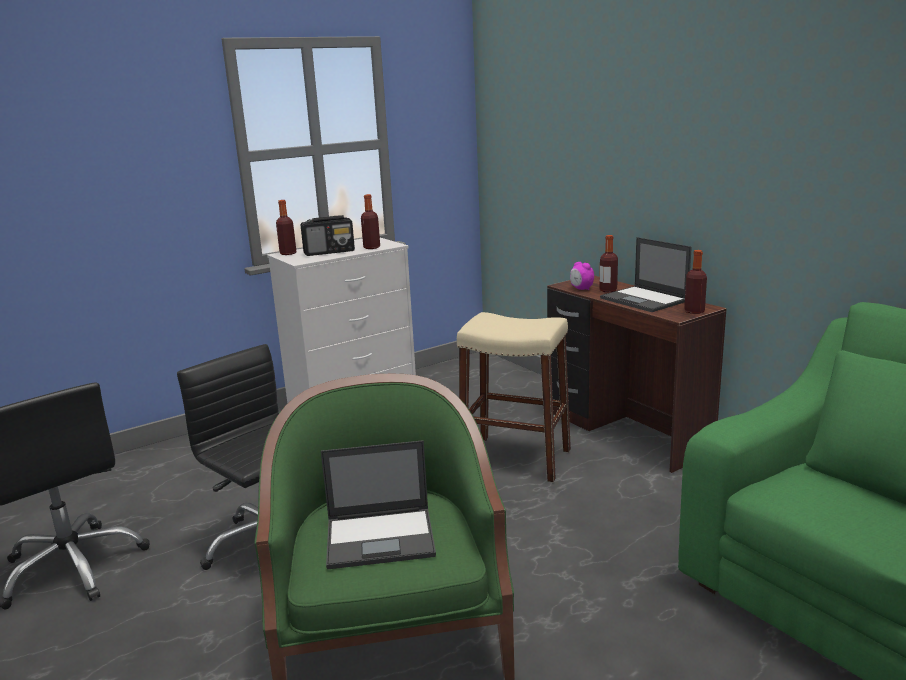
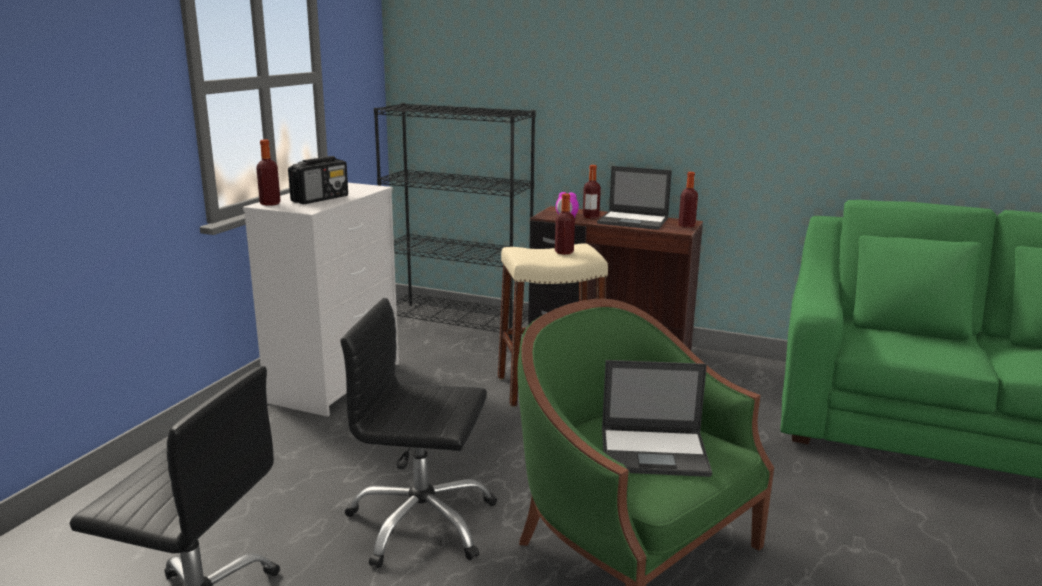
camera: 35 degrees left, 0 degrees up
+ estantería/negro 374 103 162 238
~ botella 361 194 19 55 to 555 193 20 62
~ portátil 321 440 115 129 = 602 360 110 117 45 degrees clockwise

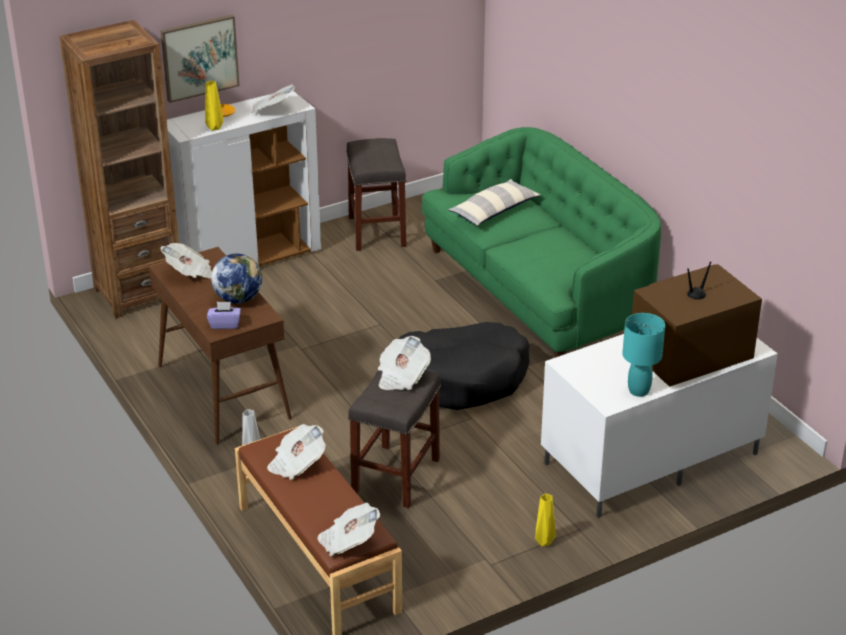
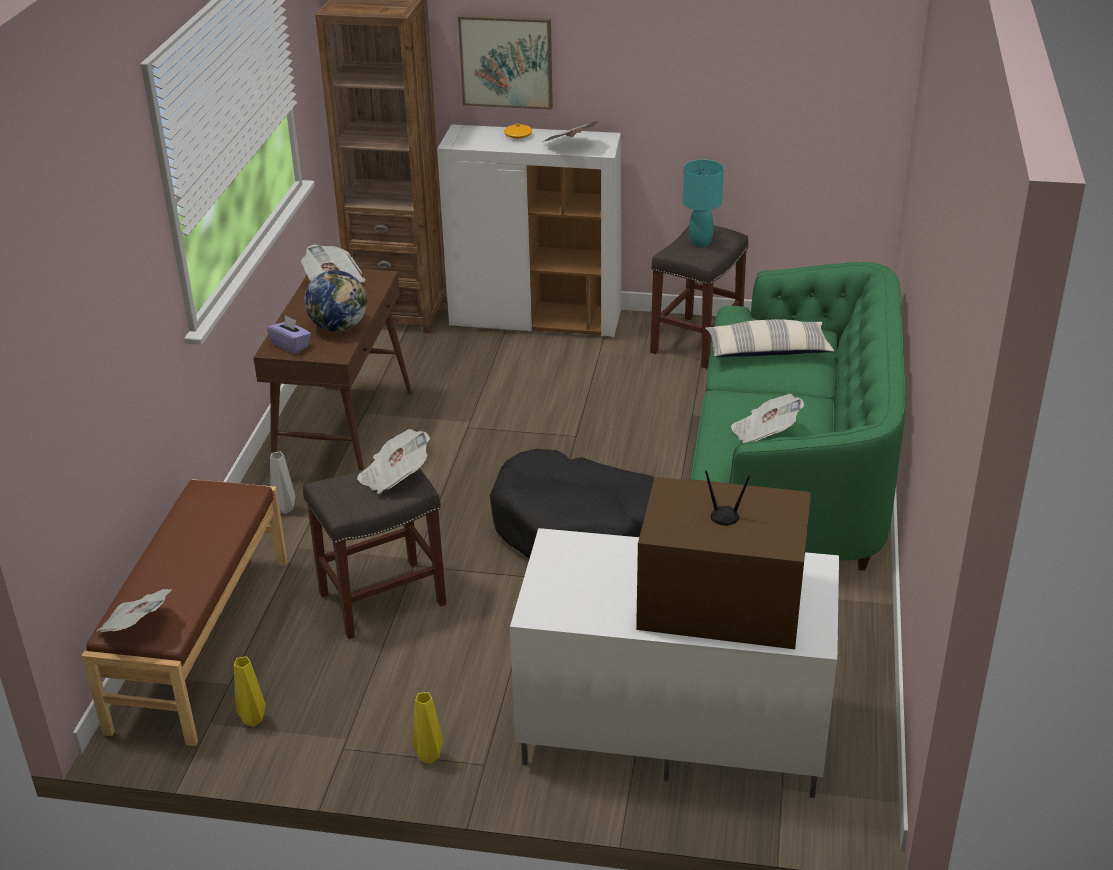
camera: 40 degrees right, 0 degrees up
~ florero/amarillo 205 81 19 50 to 234 657 32 70
~ lámpara de mesa/turquesa 622 313 43 84 to 683 159 41 88
~ periódico 267 424 59 56 to 731 394 73 49

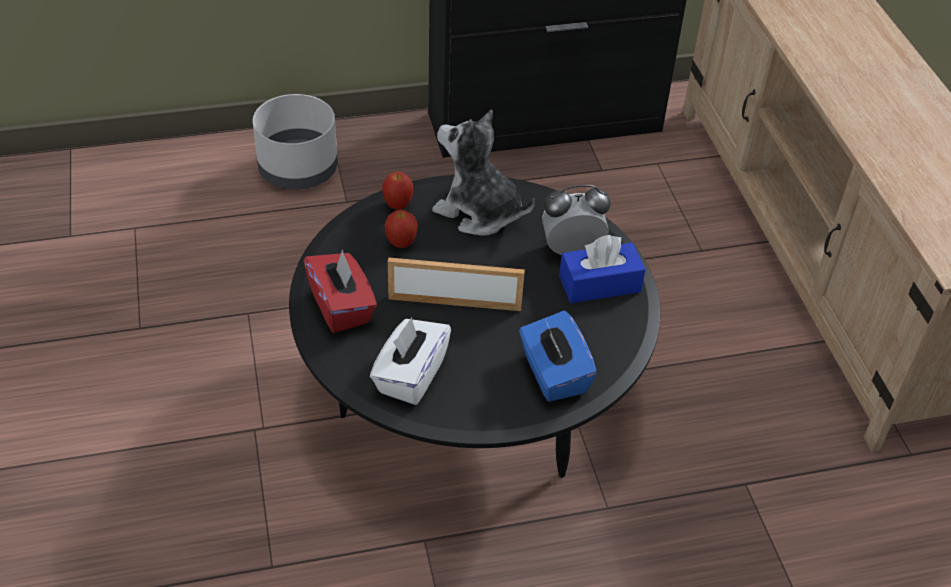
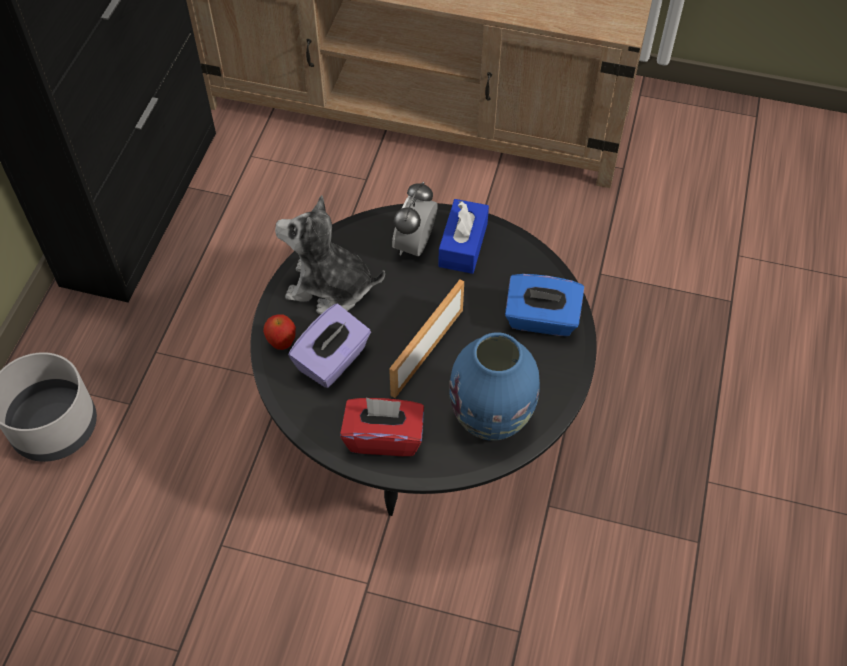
camera: 60 degrees left, 10 degrees up
~ peluche 432 110 103 126 = 275 195 110 119 45 degrees clockwise
~ manzana 384 209 34 39 to caja de pañuelos/morado 288 304 83 84
~ caja de pañuelos/blanco 370 317 81 88 to florero/azul 449 332 91 109

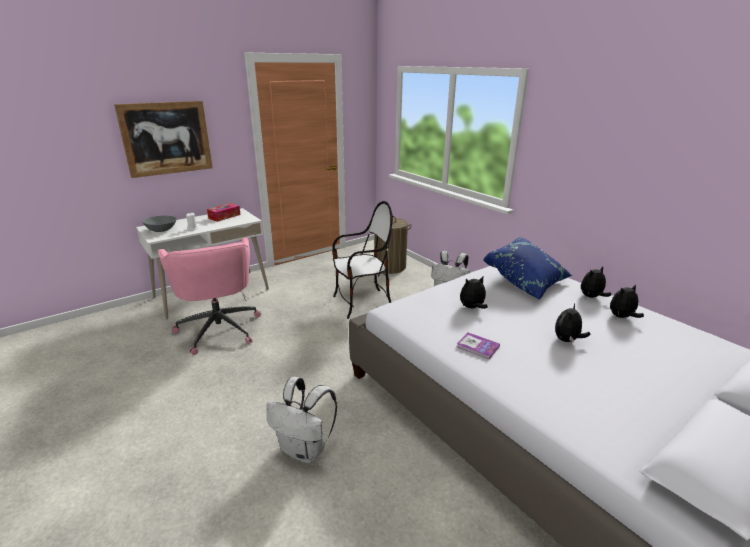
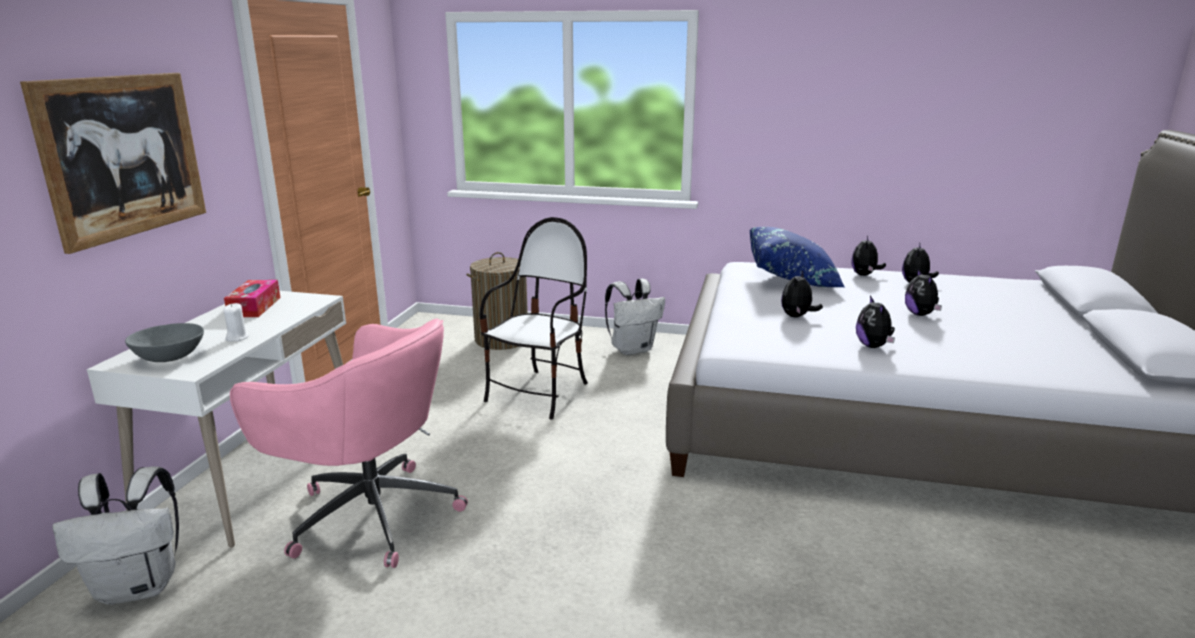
camera: 40 degrees left, 5 degrees down
~ mochila/blanco 267 377 70 86 to 52 467 127 138
~ libro 457 333 43 27 to peluche 856 295 39 53

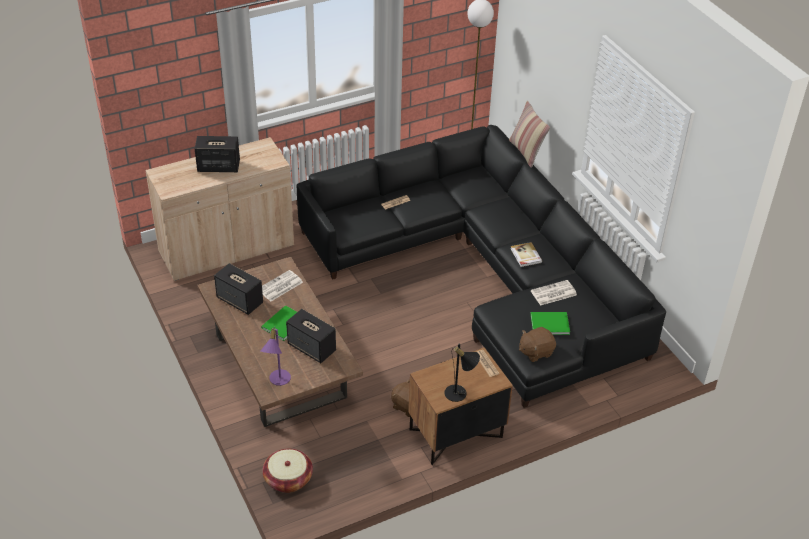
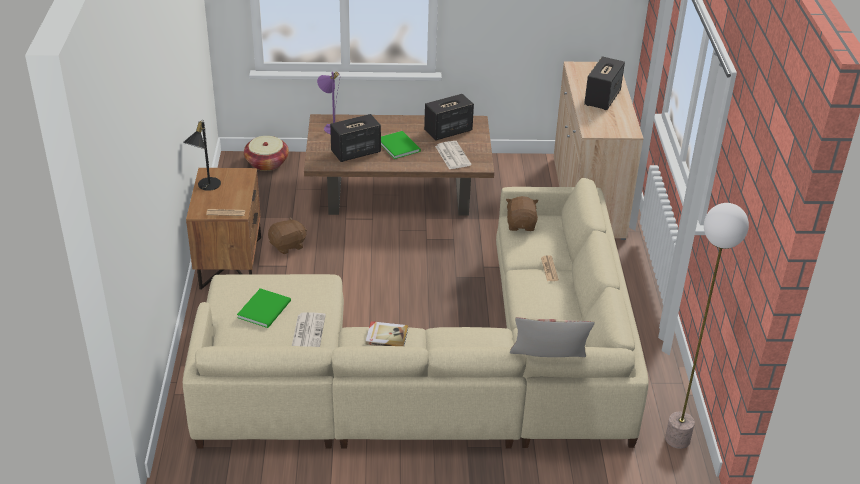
camera: 115 degrees right, 5 degrees down
~ sofá/negro 296 125 370 283 to sofá/beis 183 178 466 271
~ peluche/marrón 519 327 37 35 to 506 196 33 35

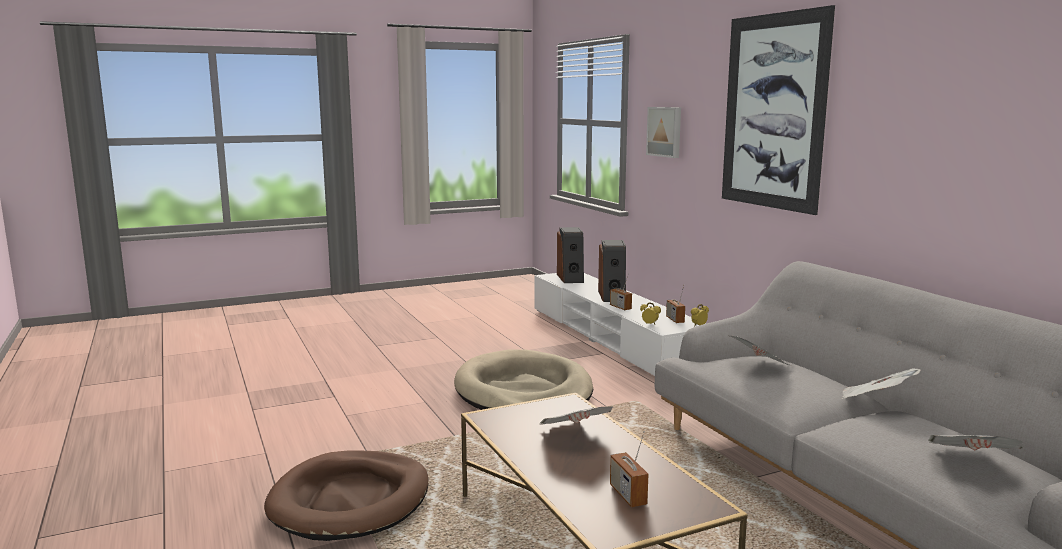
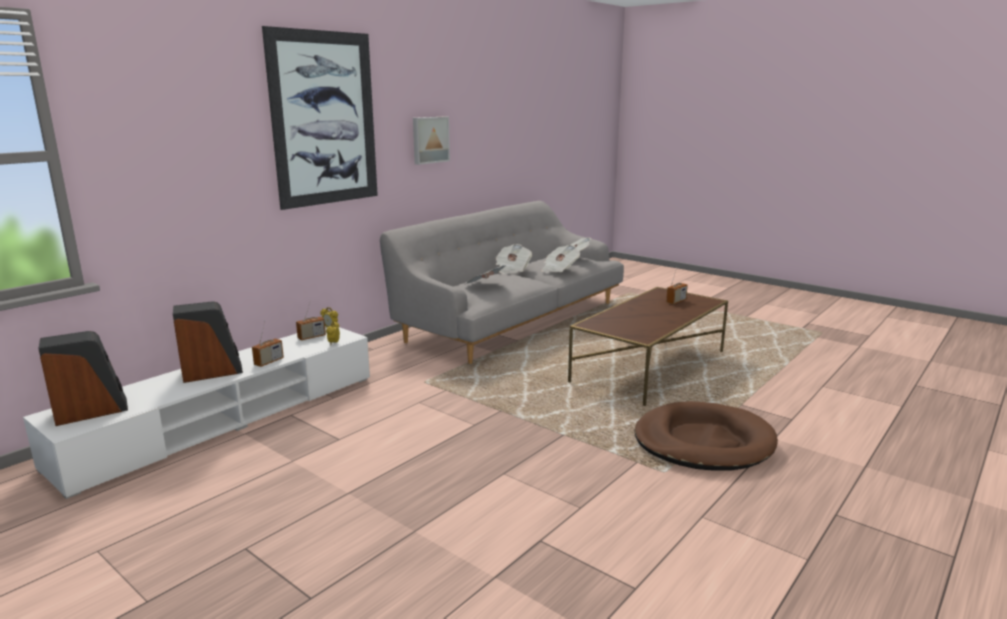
camera: 115 degrees left, 5 degrees up
~ cuadro 646 107 35 51 to 413 116 37 49
~ periódico 539 407 74 17 to 541 245 39 28
- cama para perro/beis 454 349 139 61

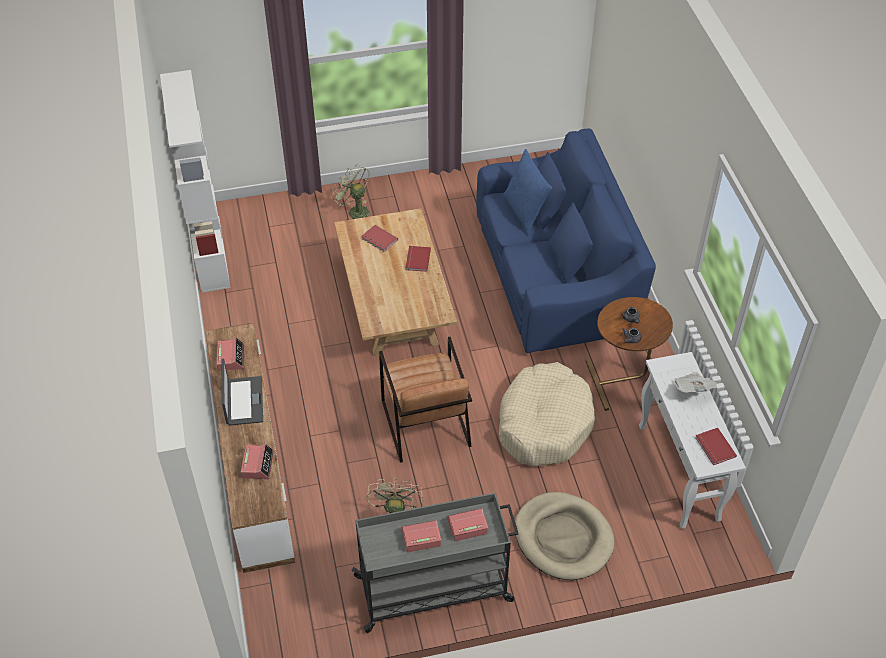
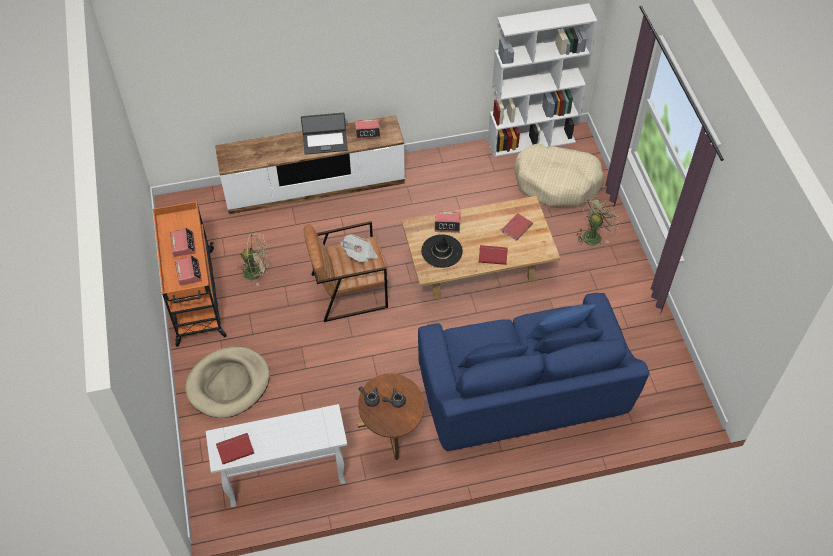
camera: 90 degrees right, 5 degrees up
~ carrito/gris 351 493 168 140 to carrito/naranja 153 201 74 146
~ periódico 674 372 43 22 to 341 234 37 28
+ sombrero/negro 421 234 42 34
~ despertador 241 444 33 35 to 434 211 27 22
~ cama para perro/beis 499 362 96 104 to 514 143 91 64

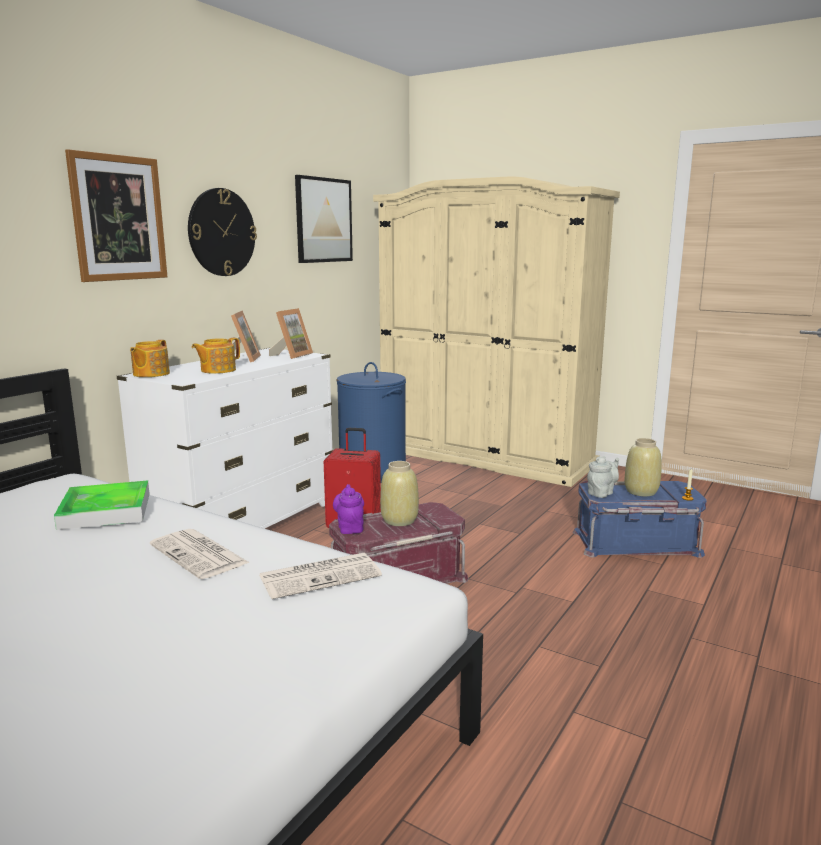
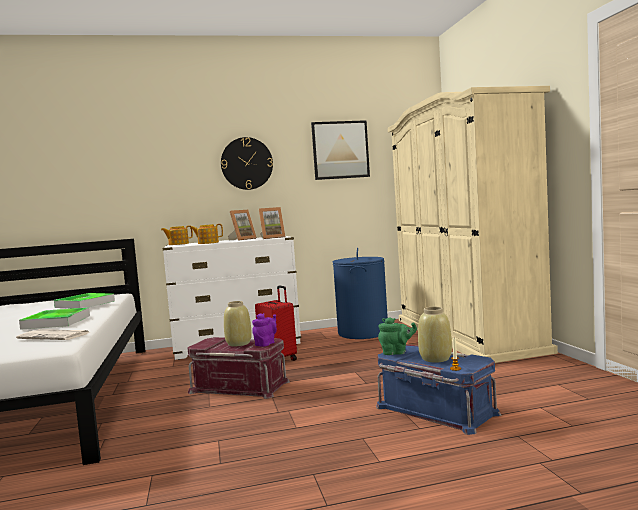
camera: 45 degrees right, 10 degrees down
~ periódico 150 529 100 50 to bandeja 19 307 71 23
~ tetera/morado 333 484 31 50 to 252 313 25 34
~ tetera/gris 587 456 32 42 to tetera/verde 378 317 39 38
- cuadro 65 149 102 133

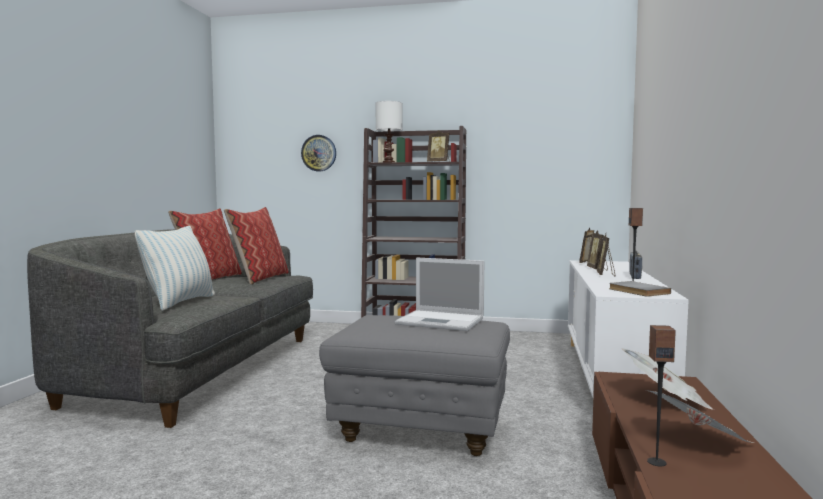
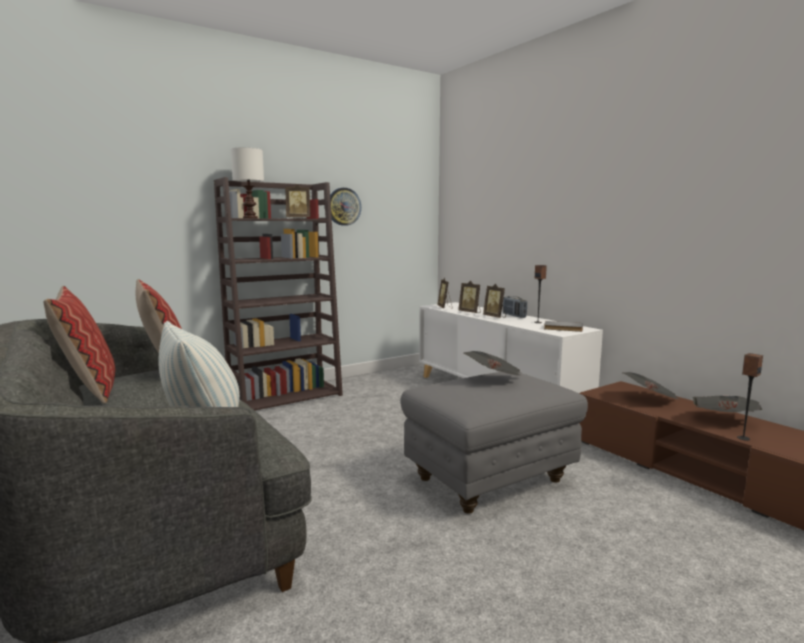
camera: 45 degrees left, 5 degrees up
~ reloj de pared 301 135 35 36 to 330 188 31 38
~ portátil 395 257 89 74 to periódico 463 351 58 24

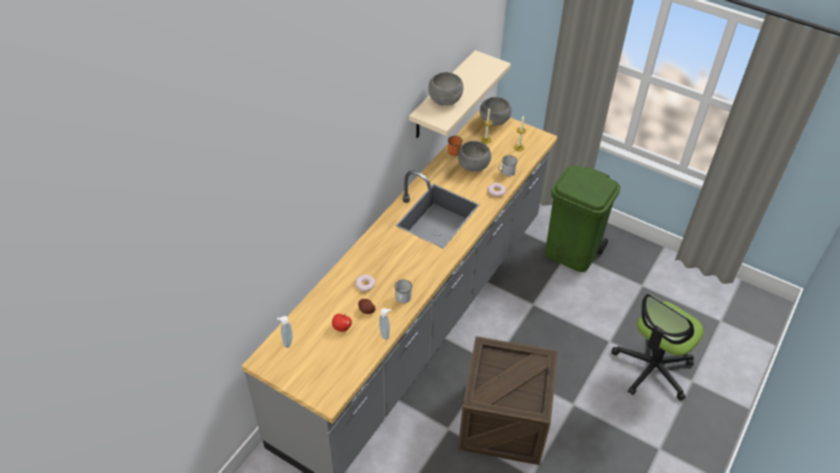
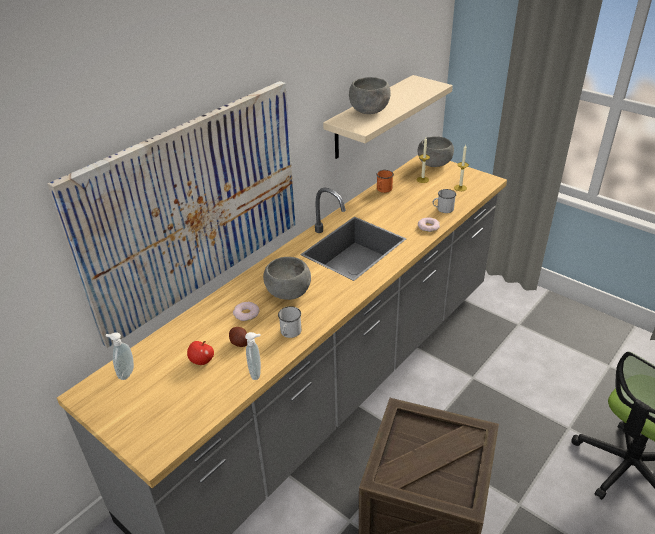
camera: 10 degrees right, 10 degrees down
+ cuadro 47 81 248 267
~ cuenco/gris 458 141 33 31 to 263 257 48 43
- papelera/verde 545 165 75 107

